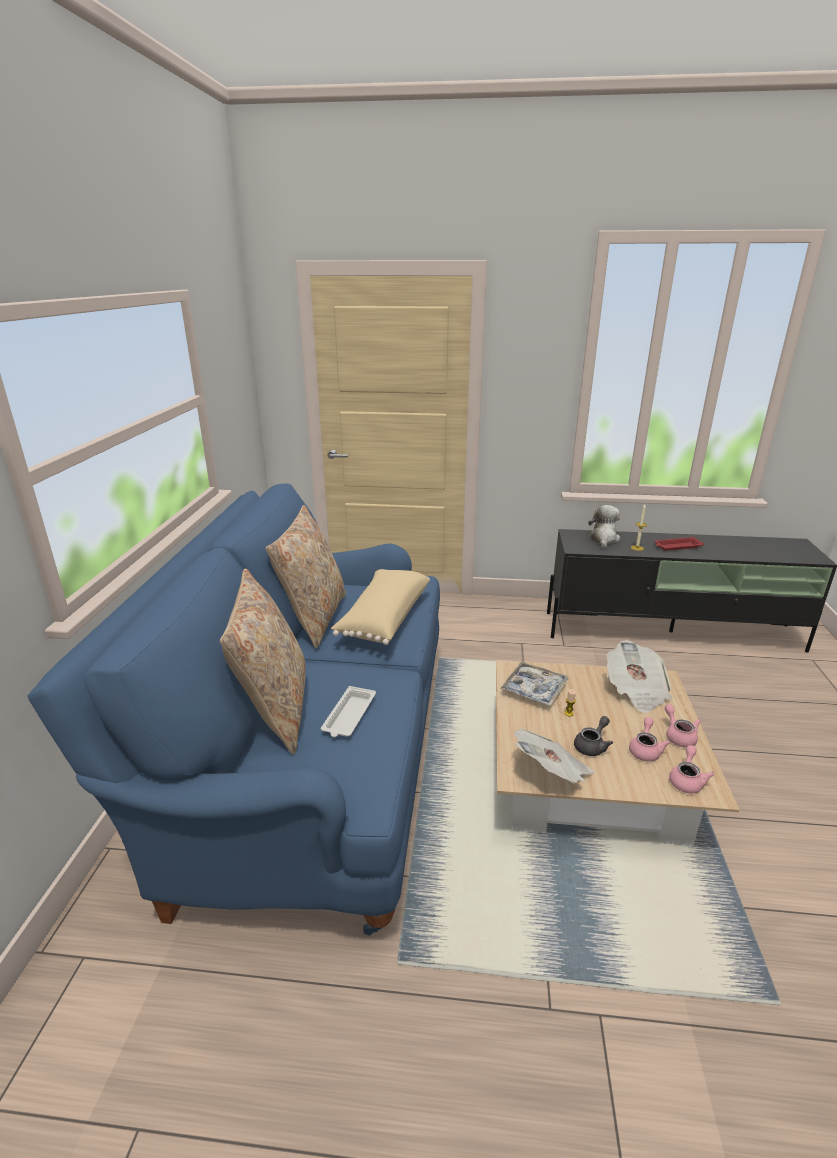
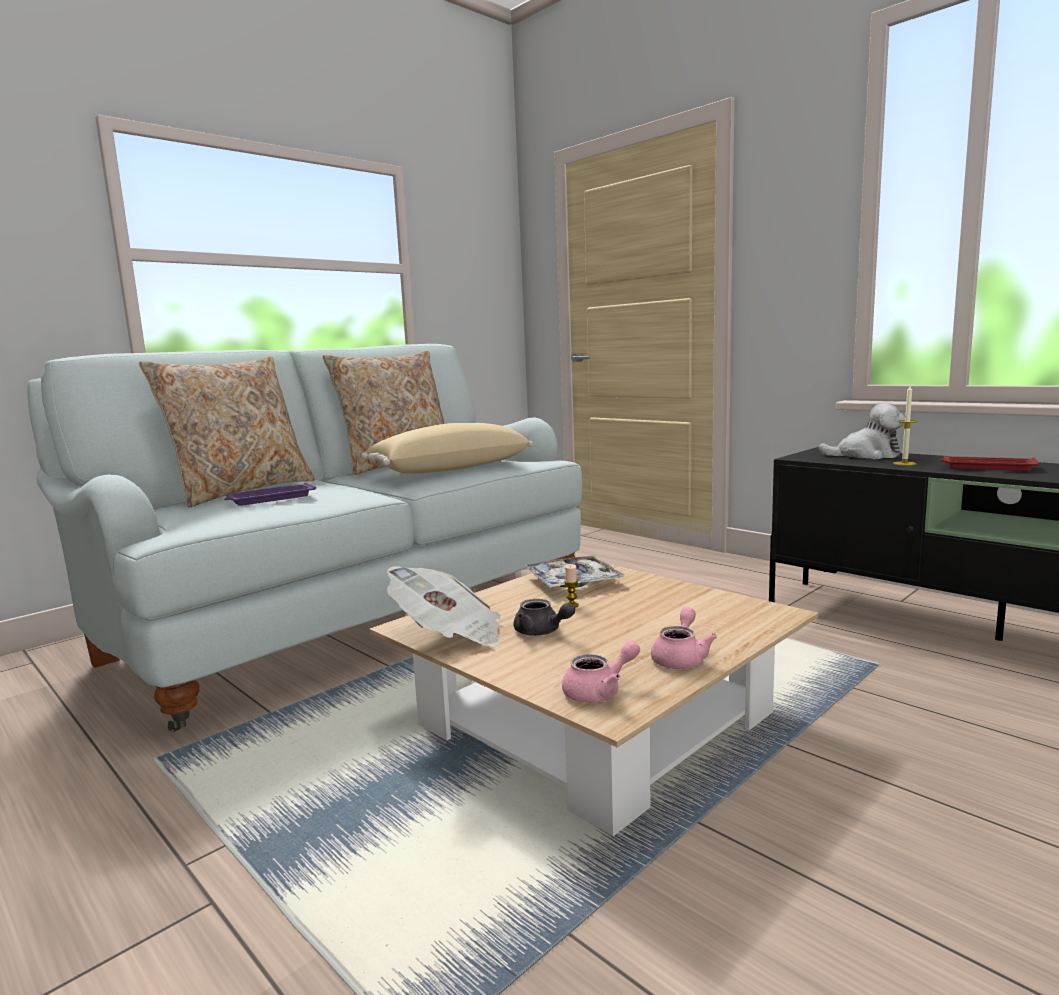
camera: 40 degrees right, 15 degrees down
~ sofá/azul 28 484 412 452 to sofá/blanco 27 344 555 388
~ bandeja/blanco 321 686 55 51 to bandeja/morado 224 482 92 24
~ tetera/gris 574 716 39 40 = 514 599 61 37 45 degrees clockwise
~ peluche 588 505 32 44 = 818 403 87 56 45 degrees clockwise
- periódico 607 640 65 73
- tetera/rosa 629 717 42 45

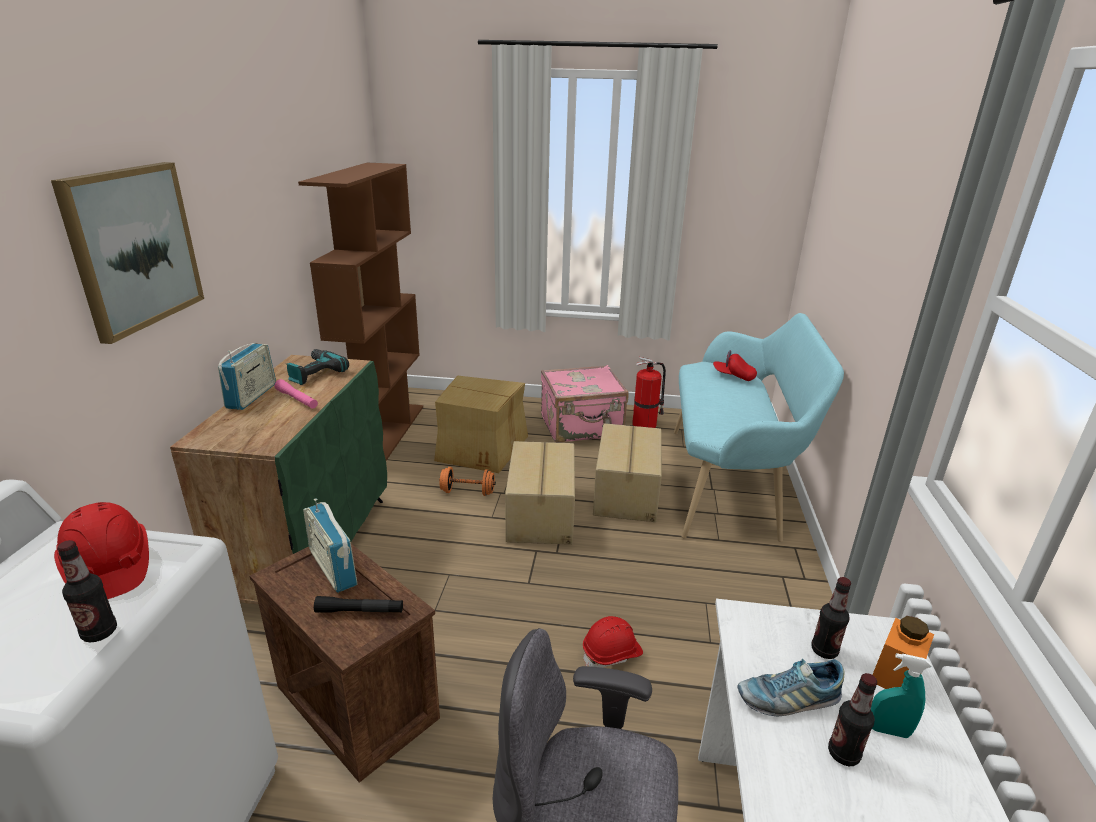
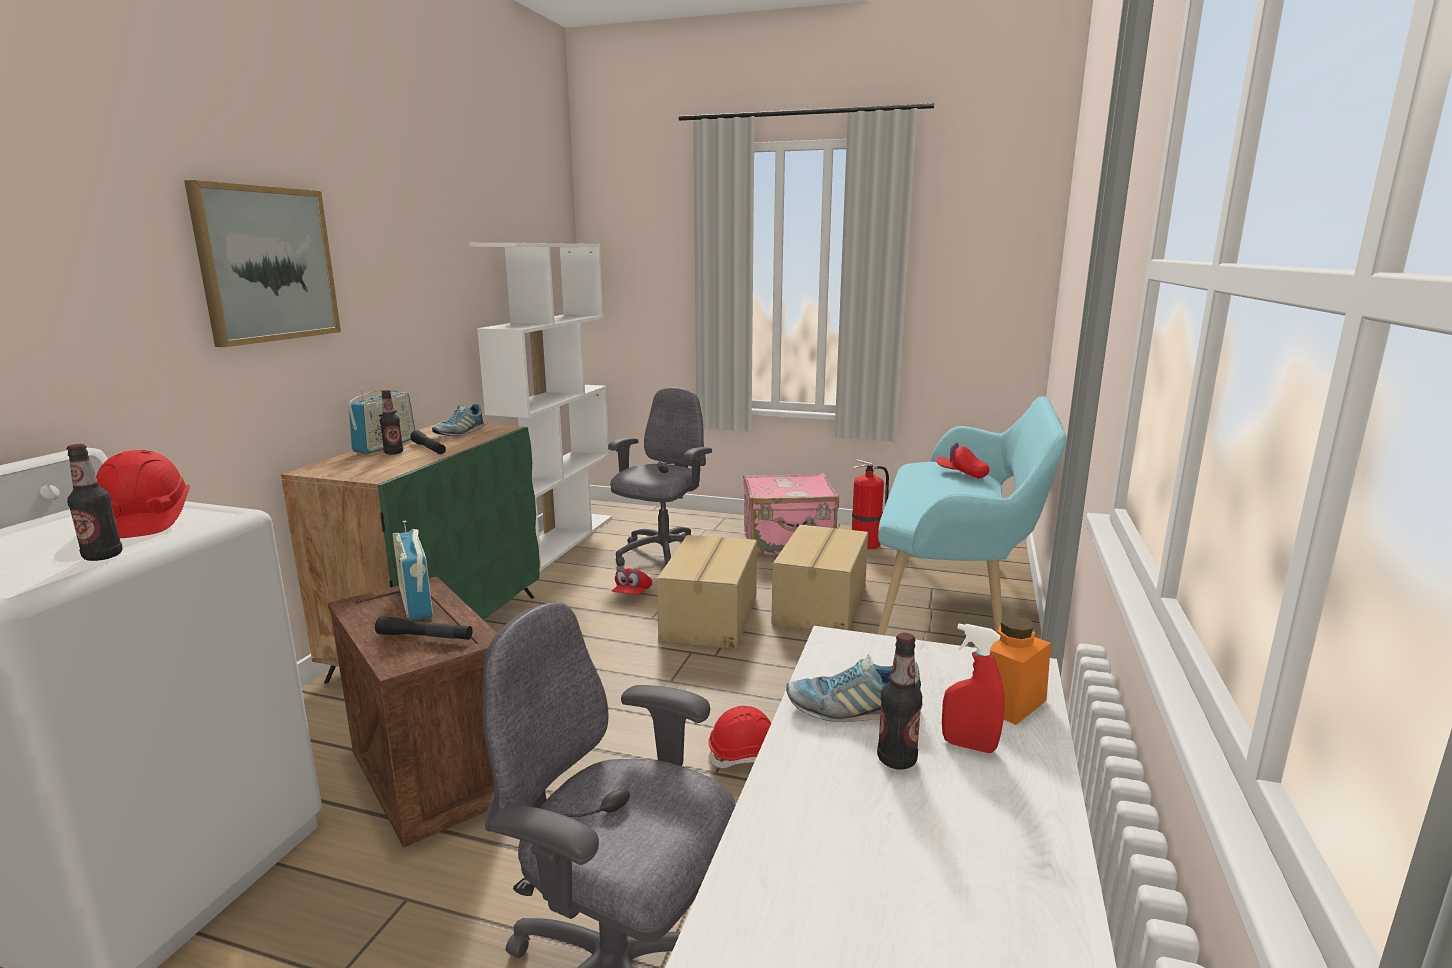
camera: 10 degrees right, 10 degrees down
~ botella 811 577 40 82 to 380 390 23 65
~ linterna/rosa 274 379 44 30 to linterna/negro 410 430 36 24
~ taladro 287 349 62 36 to zapato 432 404 53 32
~ estantería/marrón 298 163 125 298 to estantería/blanco 470 243 142 329
~ caja de cartón 434 376 94 97 to silla de oficina/gris 608 387 104 179
~ mancuerna/naranja 439 467 57 29 to gorra/rojo 612 568 40 27
~ pulverizador/turquesa 871 653 60 85 to pulverizador/rojo 942 623 63 130

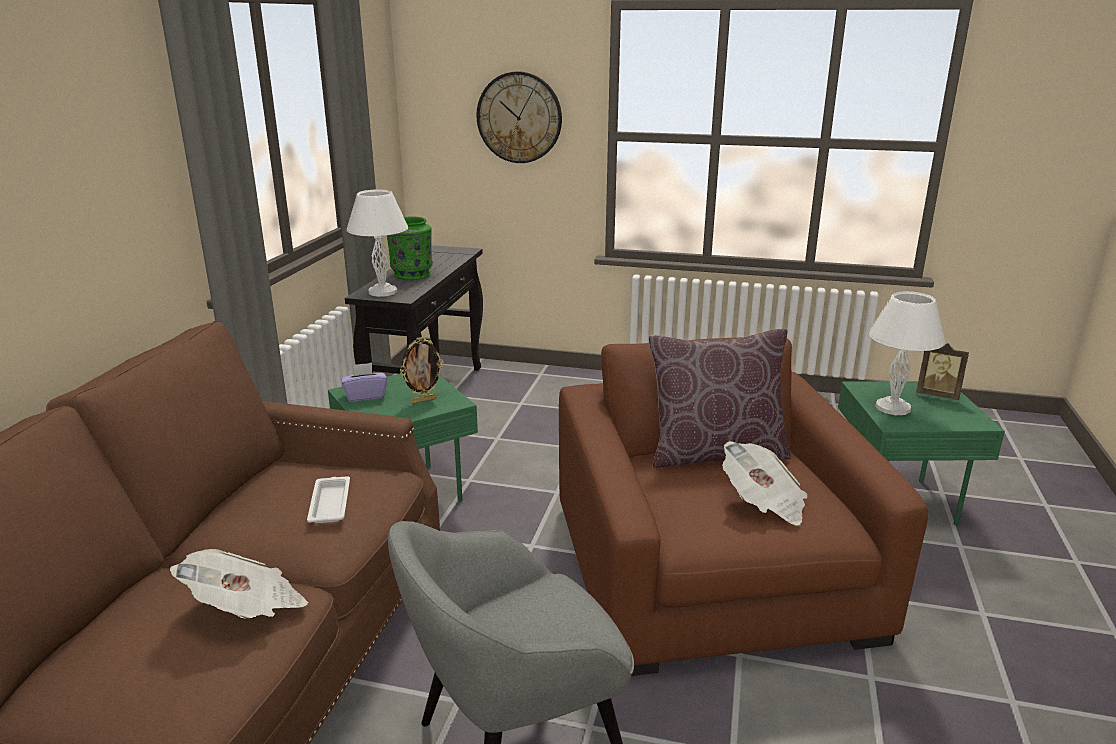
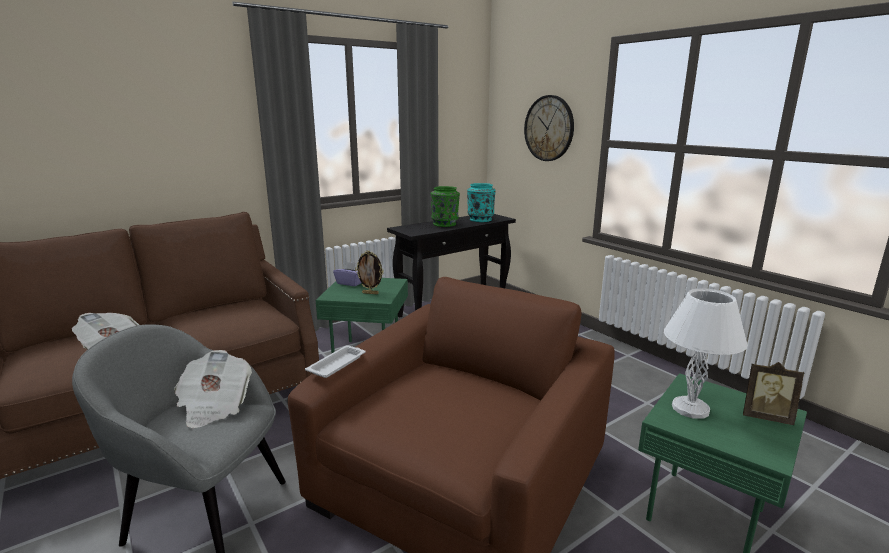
camera: 40 degrees right, 5 degrees down
~ periódico 722 441 85 85 to 174 350 78 78
~ bandeja/blanco 307 476 43 47 to 305 345 60 33
+ florero/turquesa 467 183 28 39
~ portarretratos 916 343 53 57 = 743 362 62 63 45 degrees counterclockwise
- lámpara de mesa/blanco 347 189 61 108
- cojín/marrón 649 329 142 139

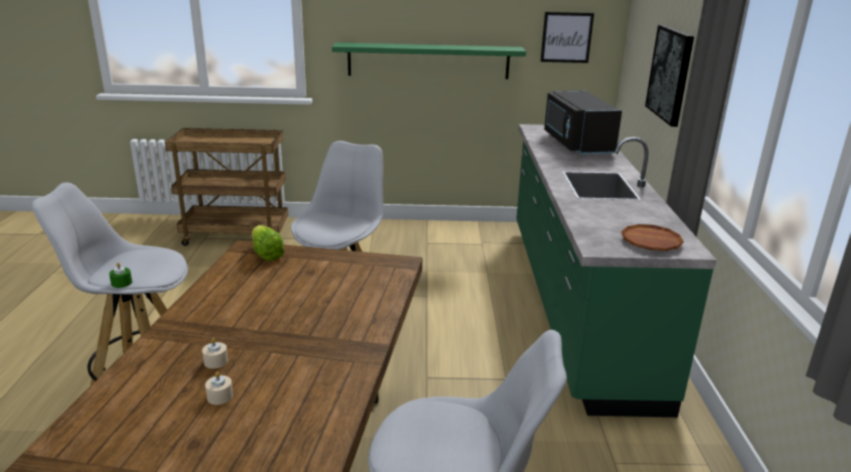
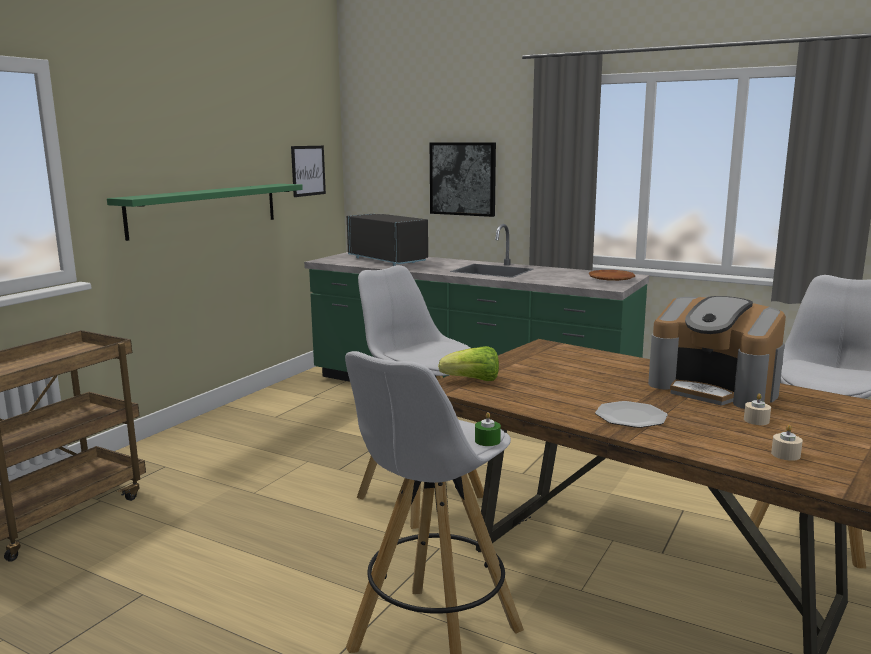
camera: 60 degrees left, 10 degrees down
~ microondas/negro 544 90 78 65 = 347 214 81 52 150 degrees counterclockwise
+ plato 595 401 73 27
+ cafetera 648 296 138 113
~ vela/beis 202 338 26 31 to 771 425 32 36

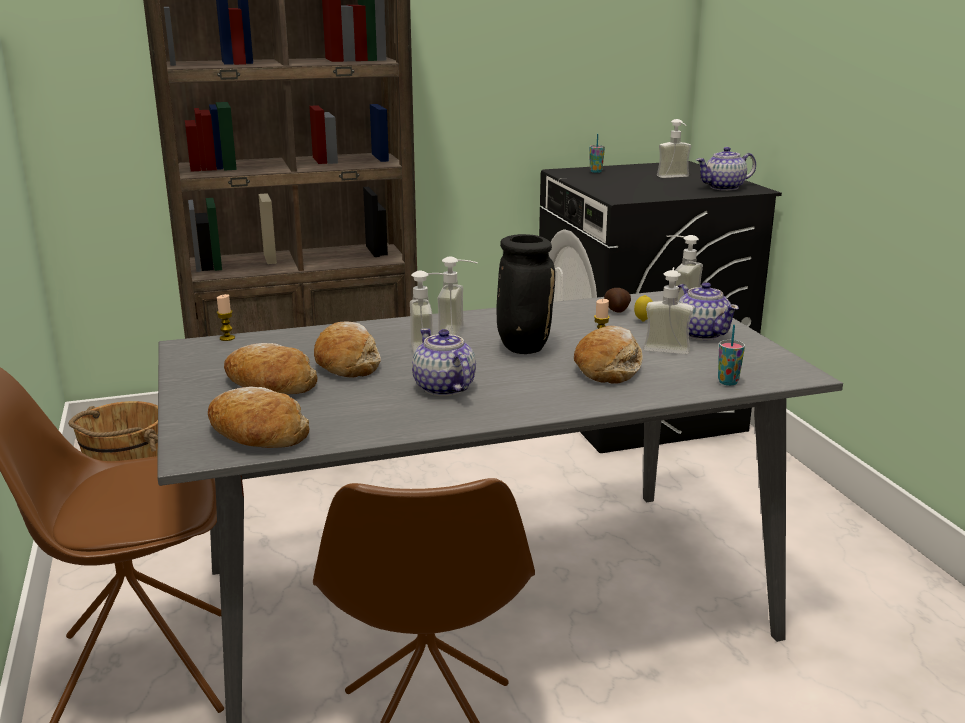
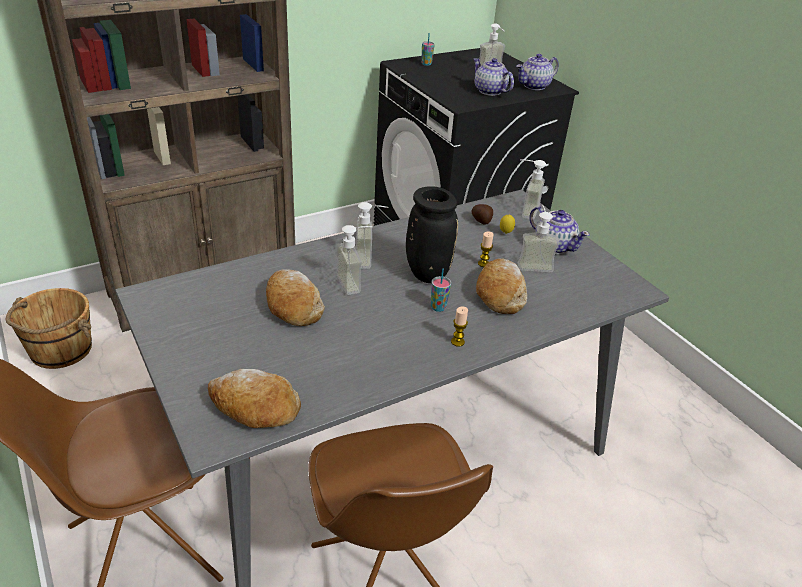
camera: 15 degrees left, 15 degrees up
~ taza 718 325 27 61 to 431 269 20 43
~ vela 217 294 18 47 to 451 306 17 41
~ tetera 412 328 64 68 to 473 58 41 38
- pan 224 343 94 52

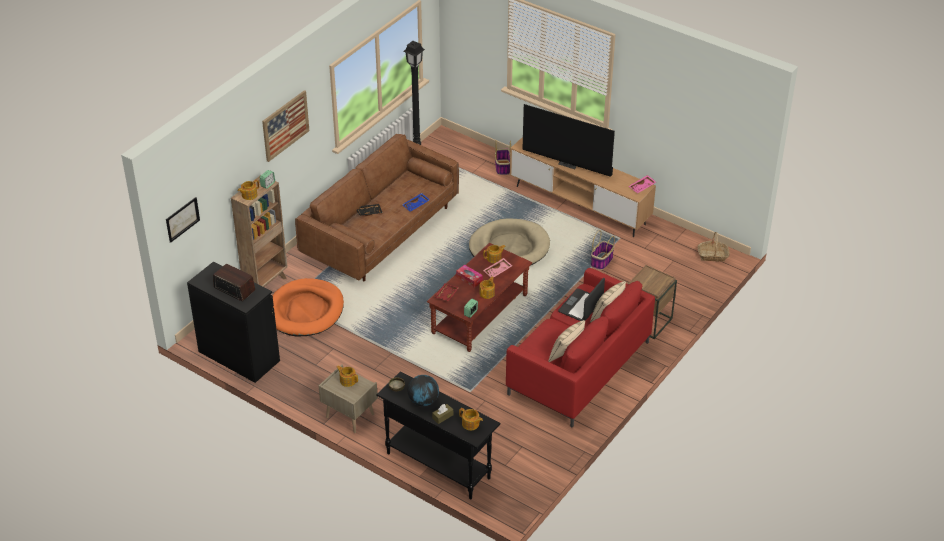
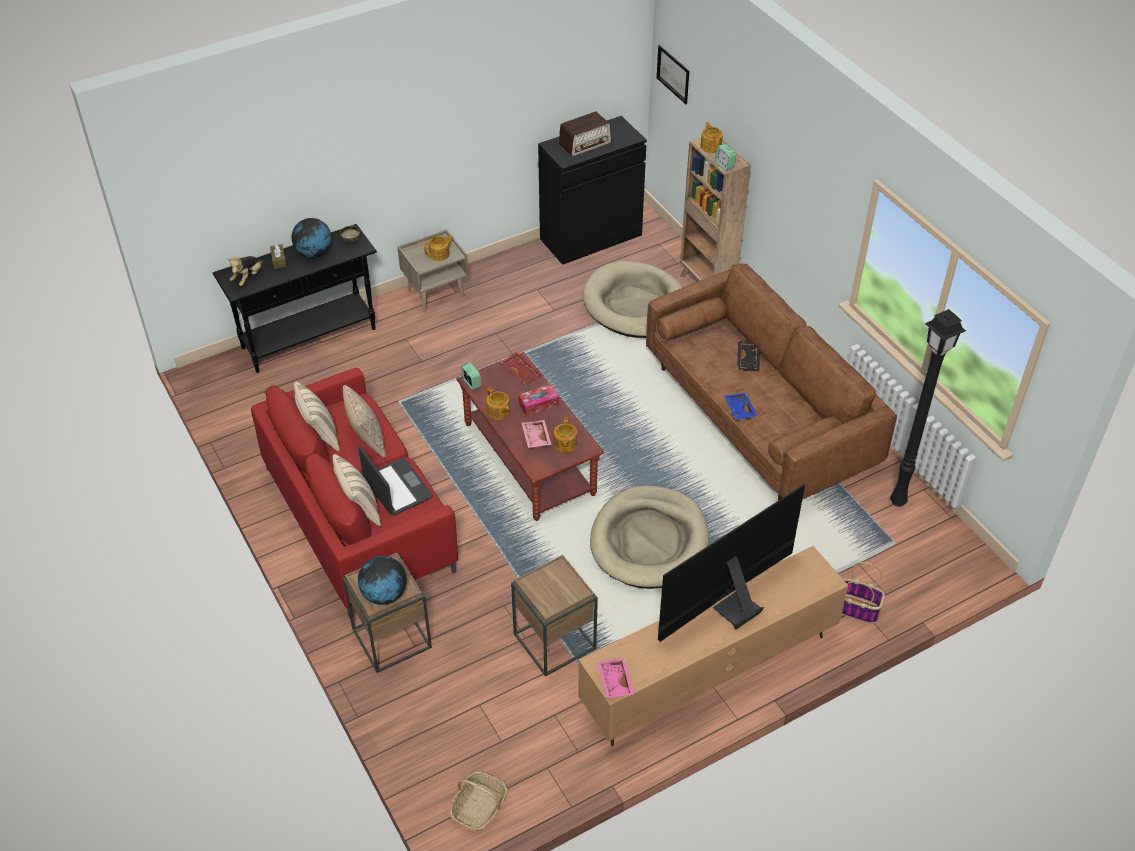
camera: 115 degrees right, 5 degrees up
~ tetera 459 408 24 22 to peluche 227 256 37 30
+ cojín 343 385 43 73
+ globo terráqueo 358 556 49 49
~ cesta 591 230 24 40 to mesa auxiliar/marrón 511 555 87 122
~ cama para perro/naranja 273 278 71 59 to cama para perro/beis 583 261 100 77
- cuadro 262 90 47 72

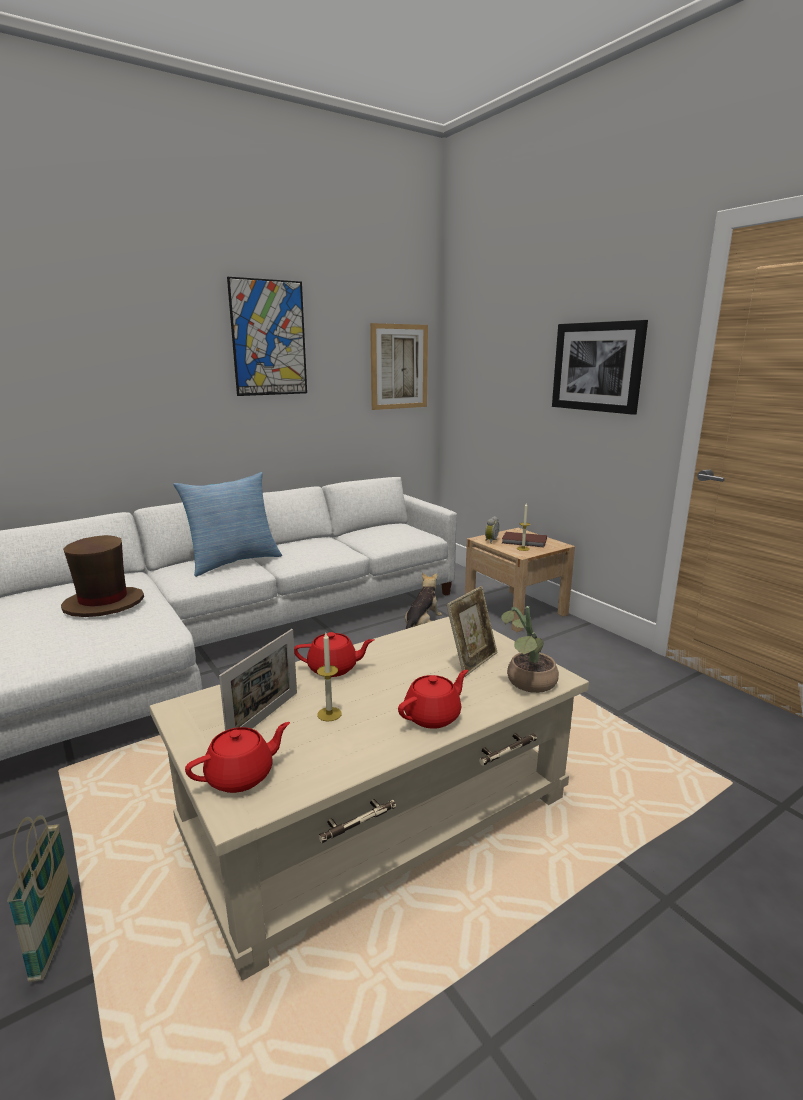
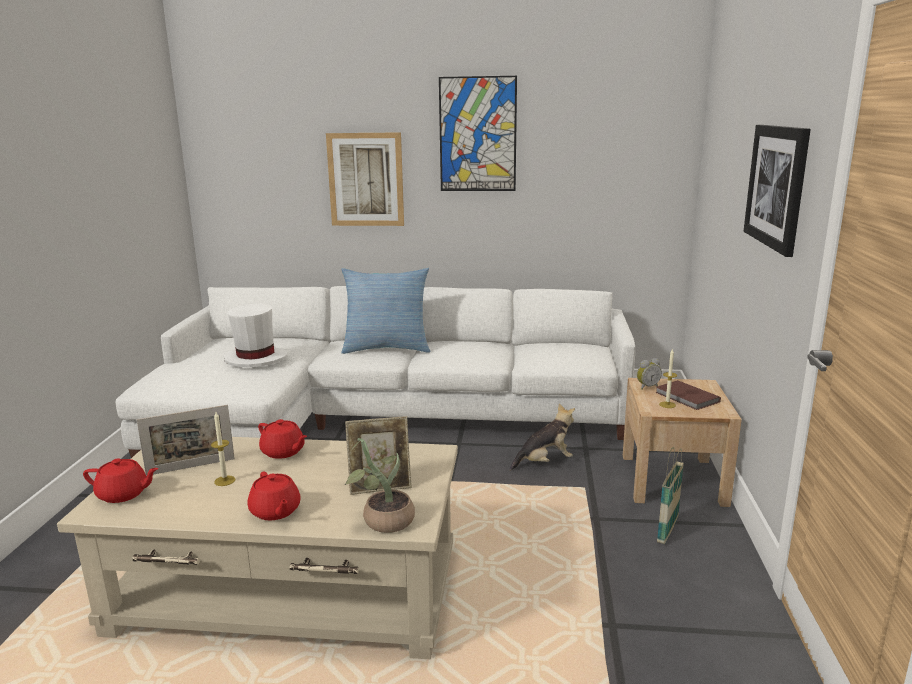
camera: 40 degrees right, 0 degrees up
~ sombrero/marrón 61 535 83 82 to sombrero/blanco 224 304 64 63
~ tetera/rojo 398 670 70 59 = 247 472 54 49 60 degrees clockwise
~ cuadro 370 323 58 87 to 326 132 78 94
~ cesta 7 815 68 167 to 657 447 27 97

